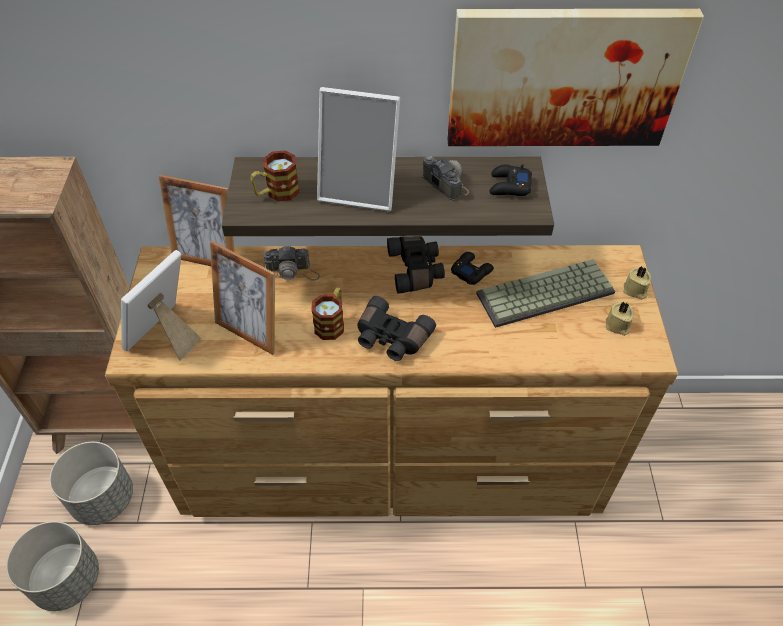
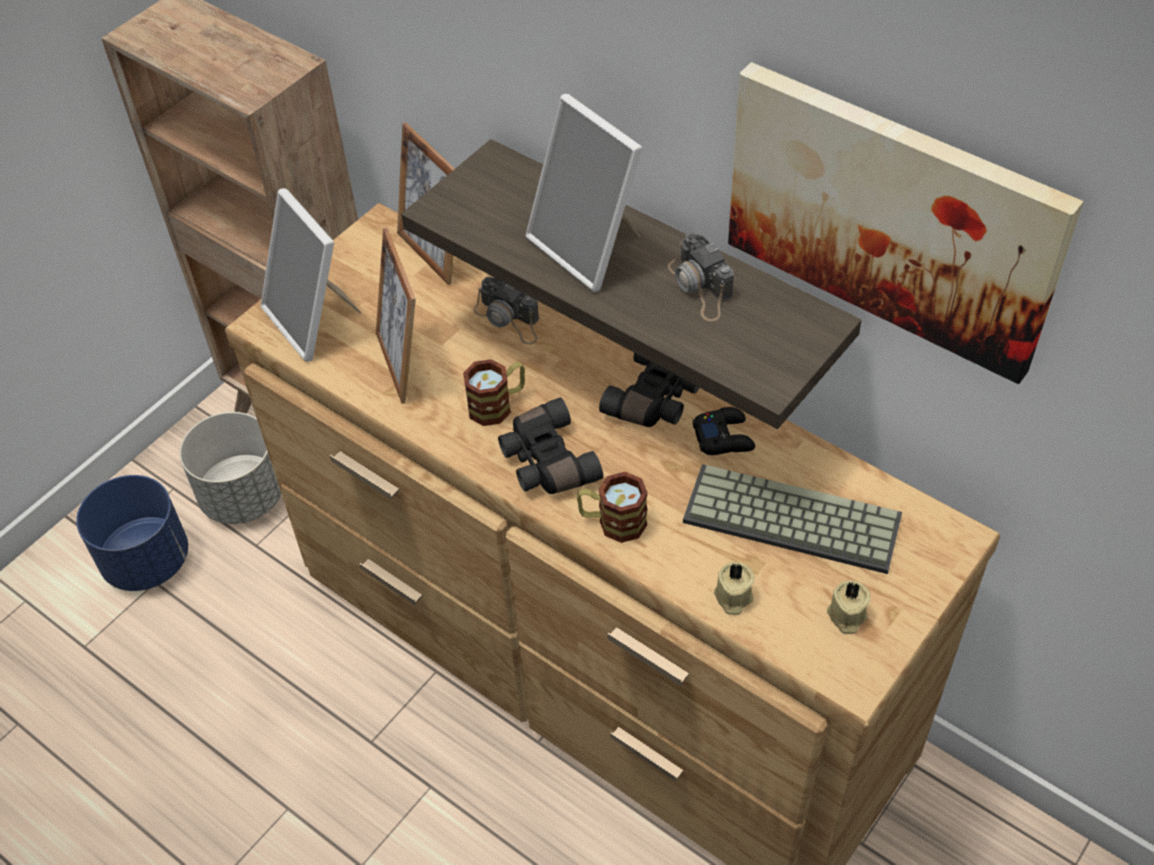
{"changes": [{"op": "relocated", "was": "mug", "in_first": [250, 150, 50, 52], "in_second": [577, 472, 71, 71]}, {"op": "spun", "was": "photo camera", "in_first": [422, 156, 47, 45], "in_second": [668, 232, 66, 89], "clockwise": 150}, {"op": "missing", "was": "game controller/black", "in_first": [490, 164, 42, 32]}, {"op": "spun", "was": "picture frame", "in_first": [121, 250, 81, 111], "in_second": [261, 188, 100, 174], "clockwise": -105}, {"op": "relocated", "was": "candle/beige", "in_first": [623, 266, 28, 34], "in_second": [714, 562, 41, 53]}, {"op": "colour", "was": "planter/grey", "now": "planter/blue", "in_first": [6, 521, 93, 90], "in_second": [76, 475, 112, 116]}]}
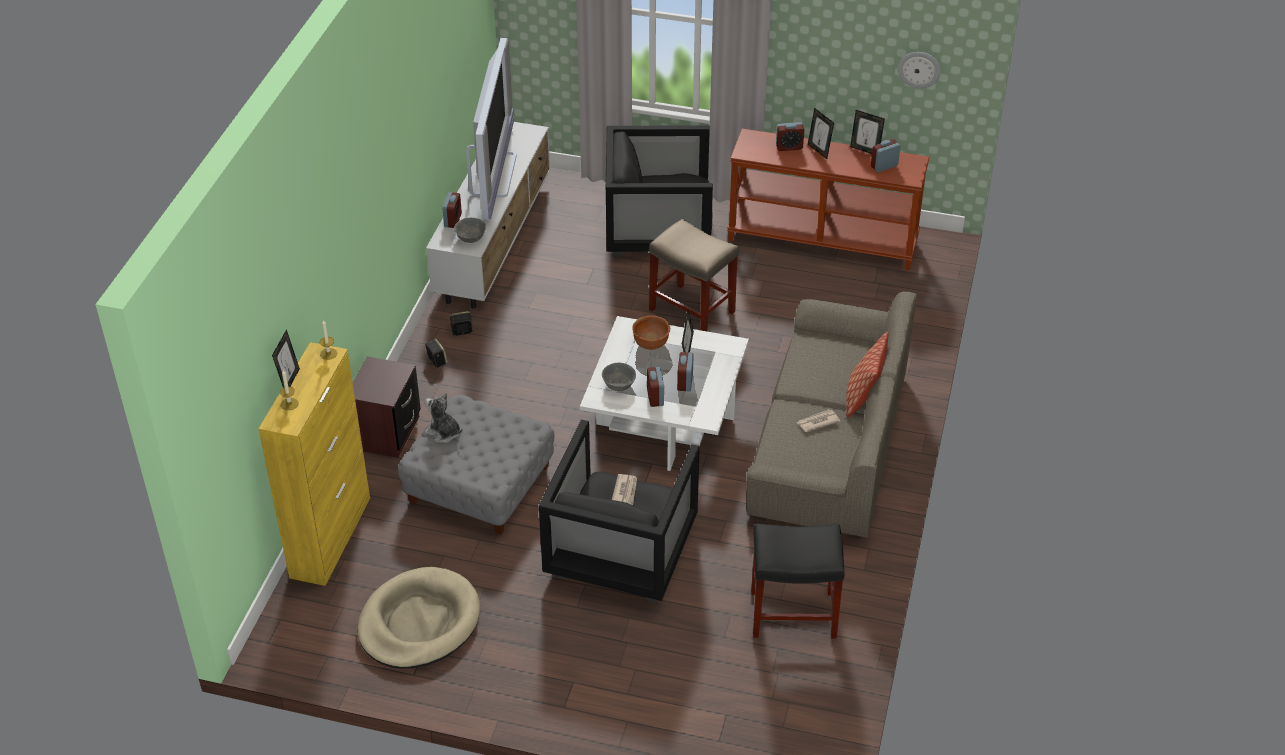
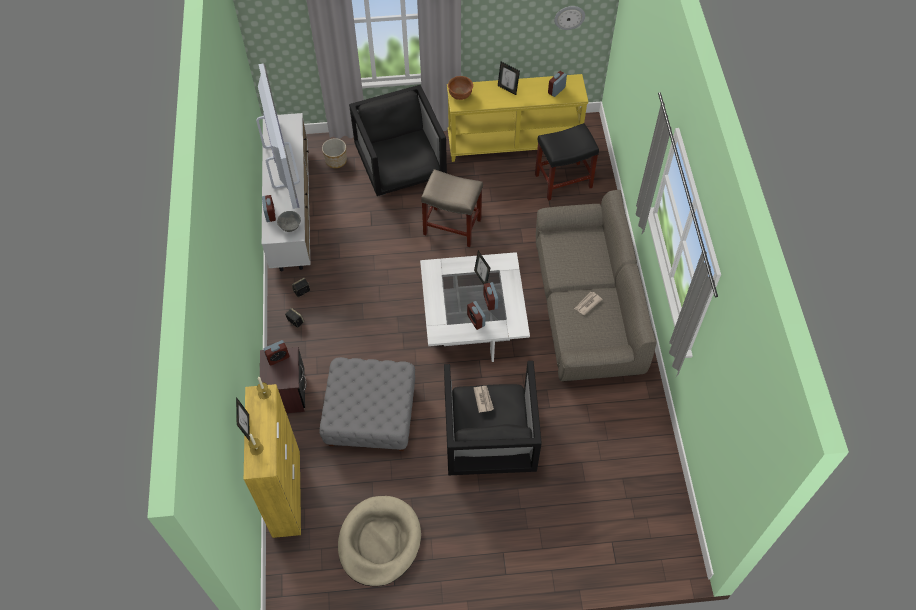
{"changes": [{"op": "missing", "was": "picture frame", "in_first": [850, 110, 35, 44]}, {"op": "relocated", "was": "alarm clock", "in_first": [776, 122, 28, 29], "in_second": [263, 340, 27, 25]}, {"op": "spun", "was": "armchair/black", "in_first": [606, 125, 107, 132], "in_second": [349, 85, 98, 111], "clockwise": 90}, {"op": "colour", "was": "console table/brown", "now": "console table/yellow", "in_first": [727, 128, 202, 143], "in_second": [447, 74, 141, 88]}, {"op": "relocated", "was": "bowl/brown", "in_first": [632, 315, 38, 35], "in_second": [448, 76, 25, 24]}, {"op": "missing", "was": "pillow", "in_first": [846, 332, 43, 85]}, {"op": "missing", "was": "bowl/grey", "in_first": [602, 363, 34, 28]}, {"op": "missing", "was": "plush toy", "in_first": [425, 393, 38, 50]}, {"op": "relocated", "was": "stool/black", "in_first": [751, 523, 93, 116], "in_second": [535, 123, 64, 78]}, {"op": "appeared", "now": "planter", "in_second": [322, 138, 25, 30]}]}
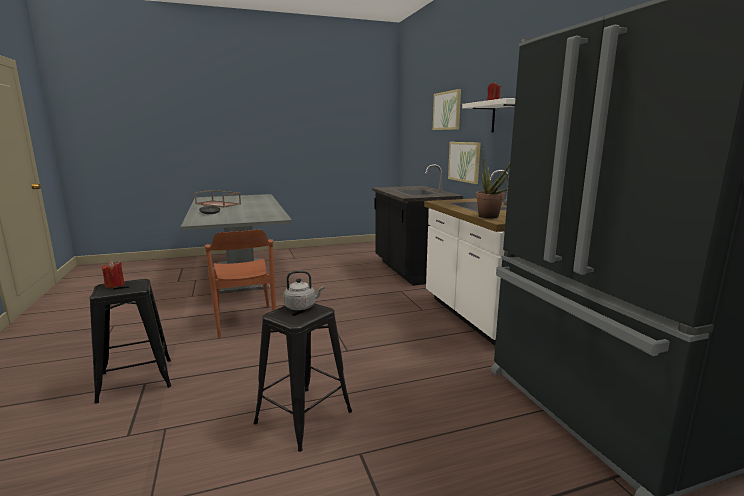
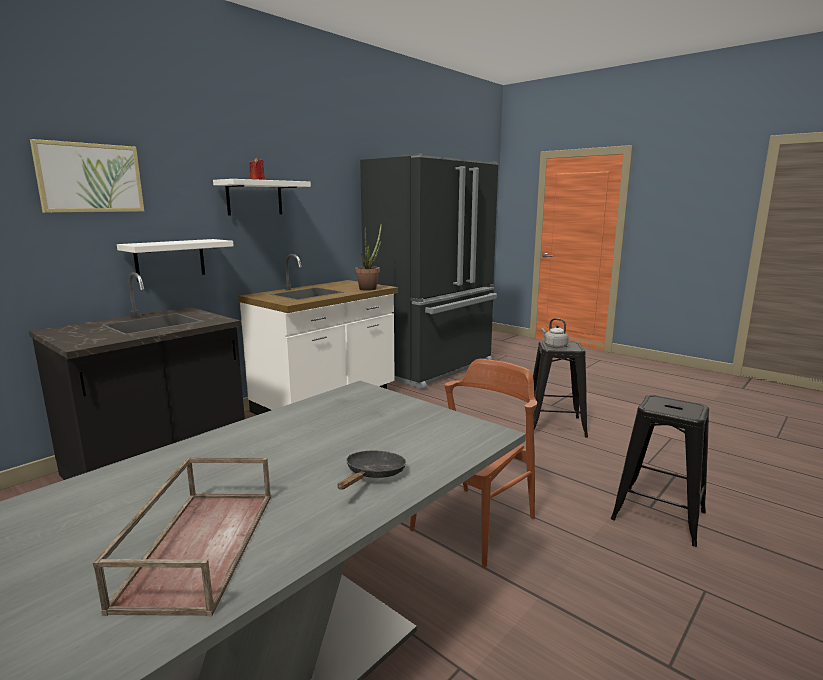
{"changes": [{"op": "exchanged", "was": "picture", "now": "shelf/white", "in_first": [448, 142, 32, 42], "in_second": [117, 239, 117, 43]}, {"op": "missing", "was": "candle/red", "in_first": [102, 261, 23, 27]}]}
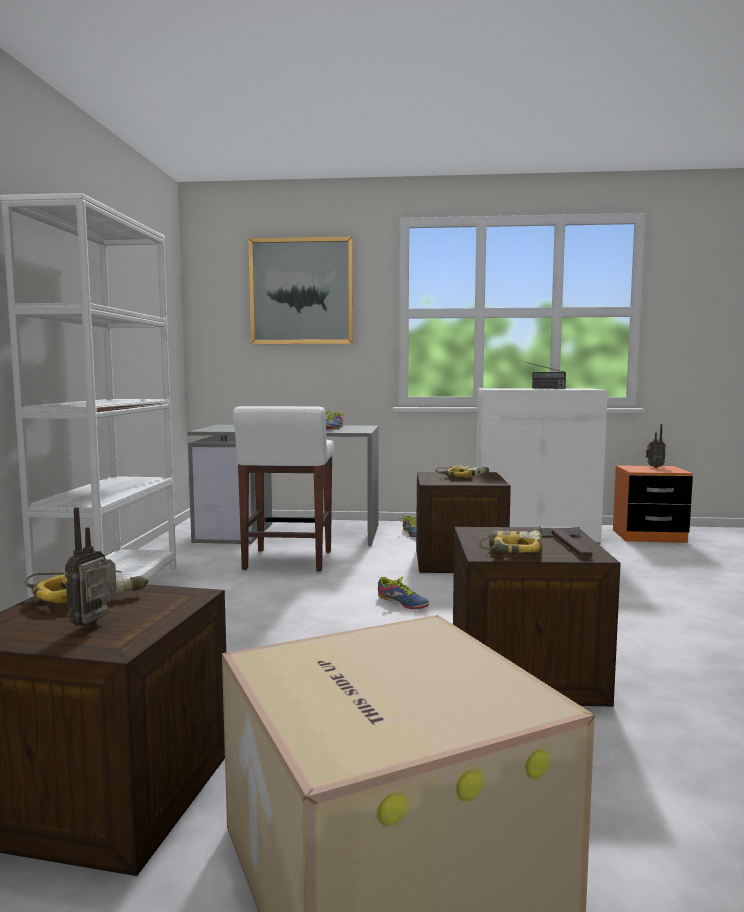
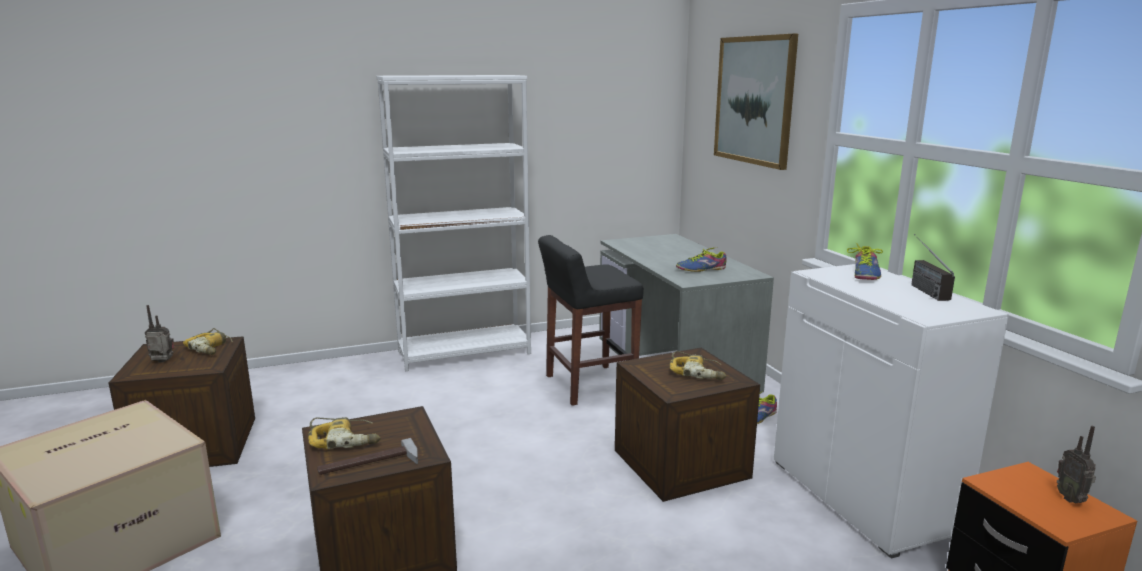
{"changes": [{"op": "colour", "was": "stool/white", "now": "stool/black", "in_first": [233, 406, 101, 165], "in_second": [538, 235, 106, 170]}, {"op": "relocated", "was": "shoe", "in_first": [378, 577, 51, 32], "in_second": [847, 242, 36, 38]}]}
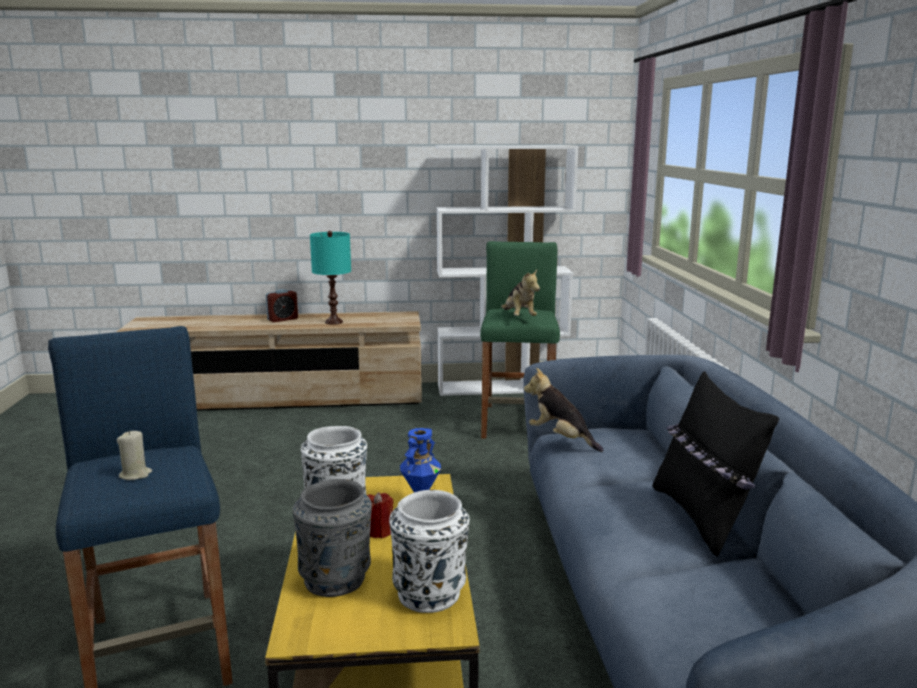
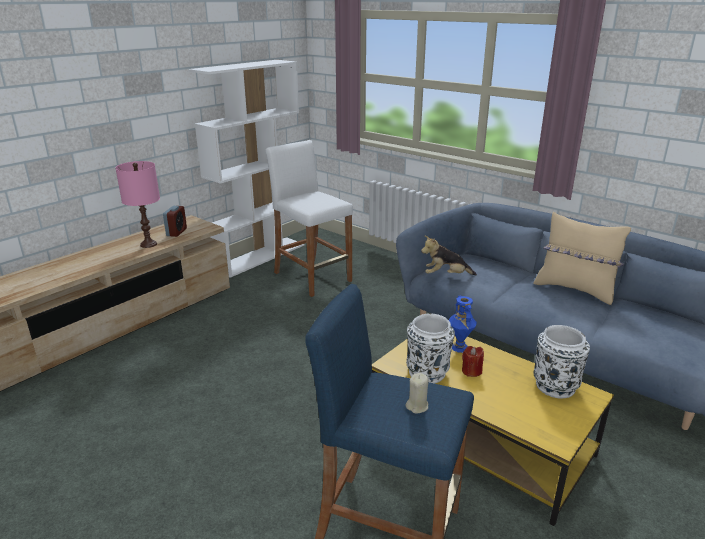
{"changes": [{"op": "colour", "was": "table lamp/turquoise", "now": "table lamp/pink", "in_first": [310, 231, 41, 94], "in_second": [115, 161, 45, 87]}, {"op": "colour", "was": "stool/green", "now": "stool/white", "in_first": [480, 241, 80, 198], "in_second": [265, 140, 88, 157]}, {"op": "missing", "was": "plush toy", "in_first": [501, 269, 39, 47]}, {"op": "relocated", "was": "alarm clock", "in_first": [266, 289, 32, 33], "in_second": [163, 206, 24, 31]}, {"op": "colour", "was": "pillow/black", "now": "pillow/beige", "in_first": [652, 371, 127, 185], "in_second": [533, 212, 98, 93]}, {"op": "missing", "was": "vase/grey", "in_first": [293, 479, 79, 118]}]}
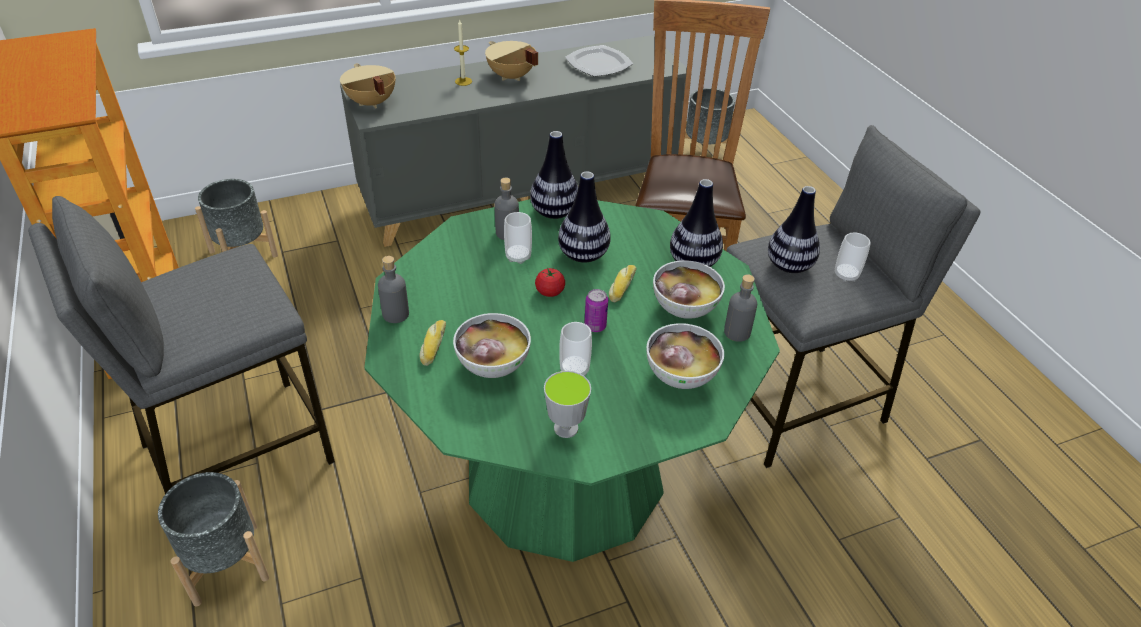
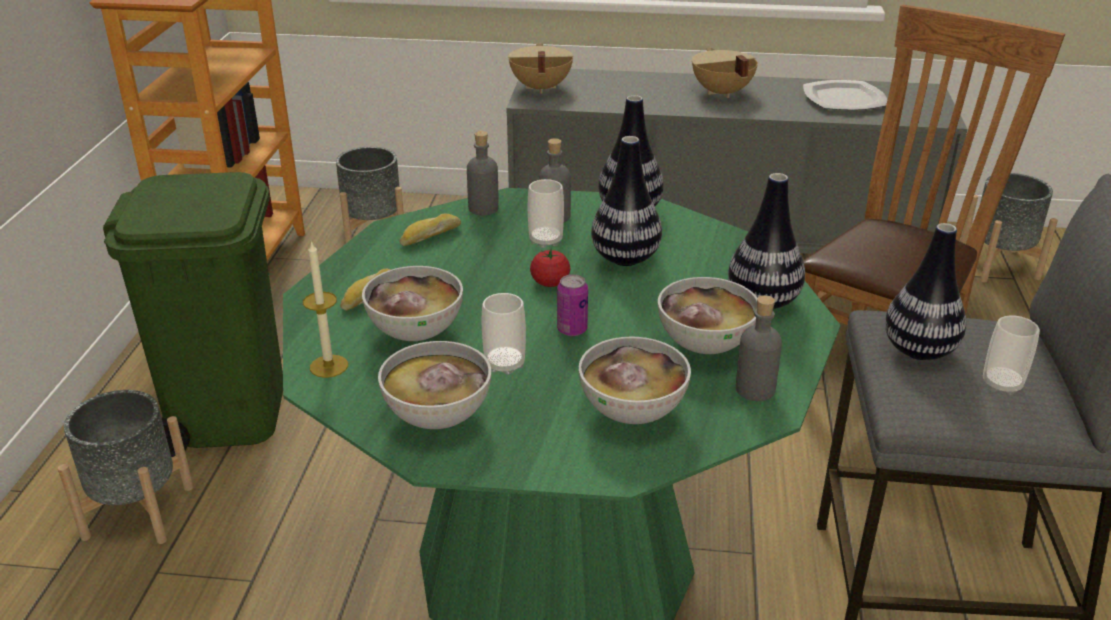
{"changes": [{"op": "relocated", "was": "candle", "in_first": [454, 20, 18, 66], "in_second": [303, 241, 45, 137]}, {"op": "exchanged", "was": "stool/grey", "now": "trash can/green", "in_first": [28, 196, 307, 298], "in_second": [103, 172, 180, 285]}, {"op": "relocated", "was": "bottle/grey", "in_first": [378, 256, 31, 67], "in_second": [467, 131, 32, 84]}, {"op": "relocated", "was": "bread", "in_first": [609, 265, 28, 37], "in_second": [399, 213, 62, 33]}, {"op": "exchanged", "was": "cup", "now": "bowl", "in_first": [544, 371, 47, 67], "in_second": [378, 341, 113, 88]}]}
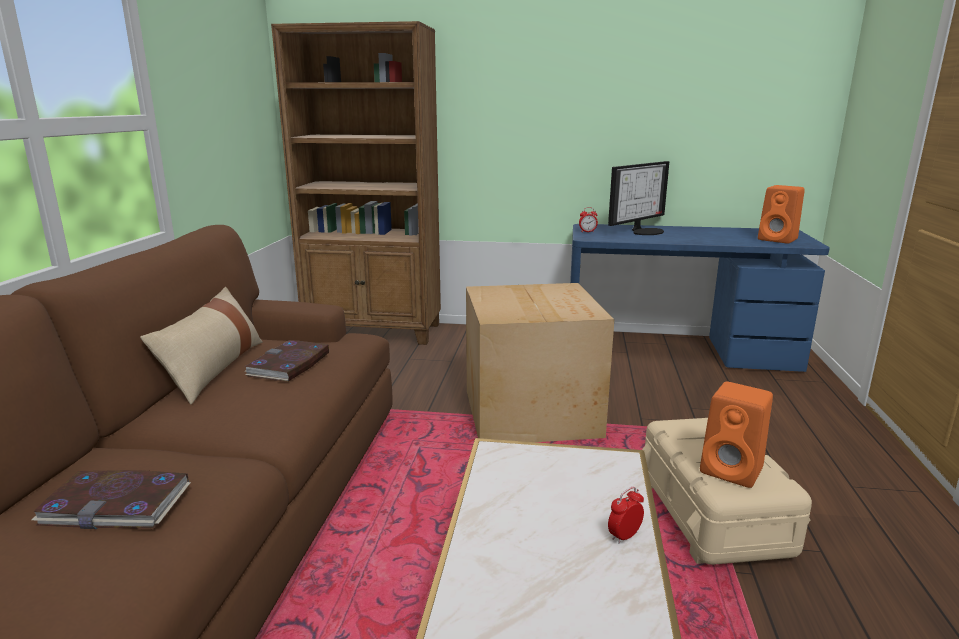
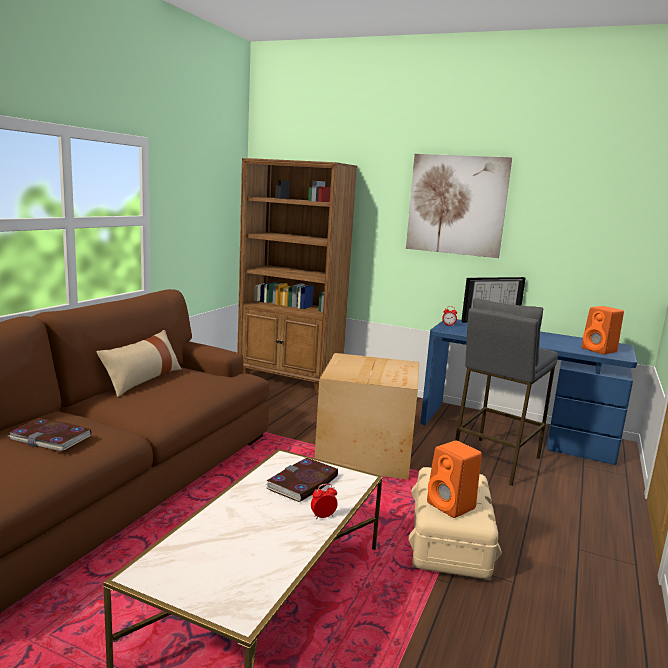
{"changes": [{"op": "relocated", "was": "book", "in_first": [244, 340, 85, 42], "in_second": [266, 458, 72, 44]}, {"op": "appeared", "now": "picture", "in_second": [406, 154, 106, 104]}, {"op": "appeared", "now": "stool/grey", "in_second": [455, 298, 103, 188]}]}
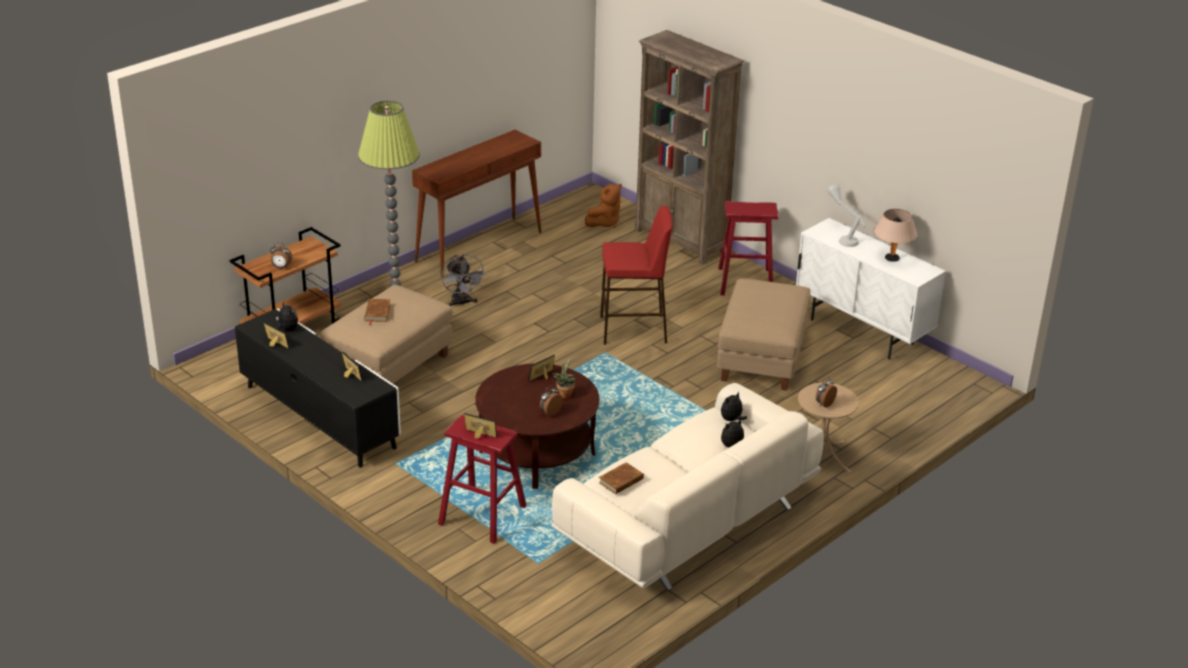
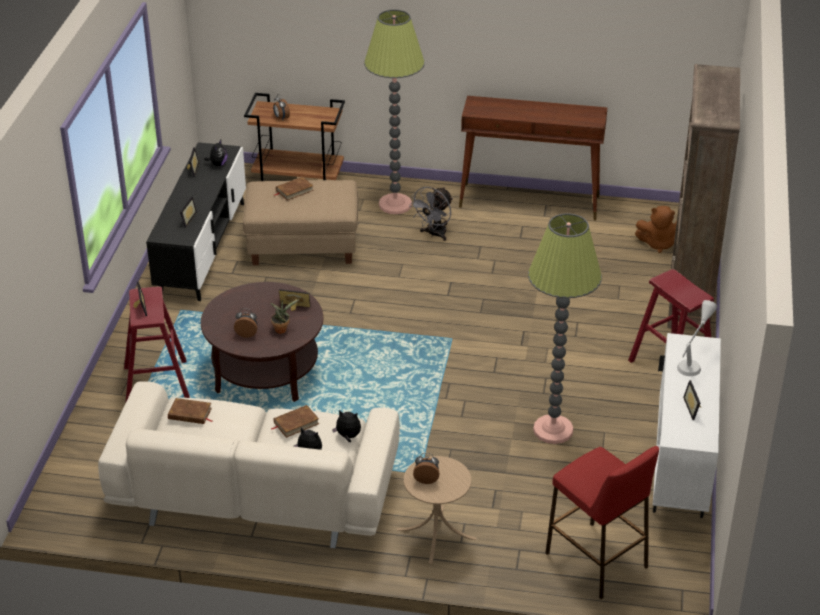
{"changes": [{"op": "relocated", "was": "stool/red", "in_first": [600, 206, 73, 139], "in_second": [545, 446, 114, 153]}, {"op": "exchanged", "was": "table lamp/beige", "now": "picture frame", "in_first": [874, 209, 44, 53], "in_second": [683, 380, 18, 40]}, {"op": "exchanged", "was": "ottoman/beige", "now": "floor lamp", "in_first": [717, 278, 94, 113], "in_second": [528, 213, 74, 231]}, {"op": "appeared", "now": "book/brown", "in_second": [271, 405, 48, 33]}]}
